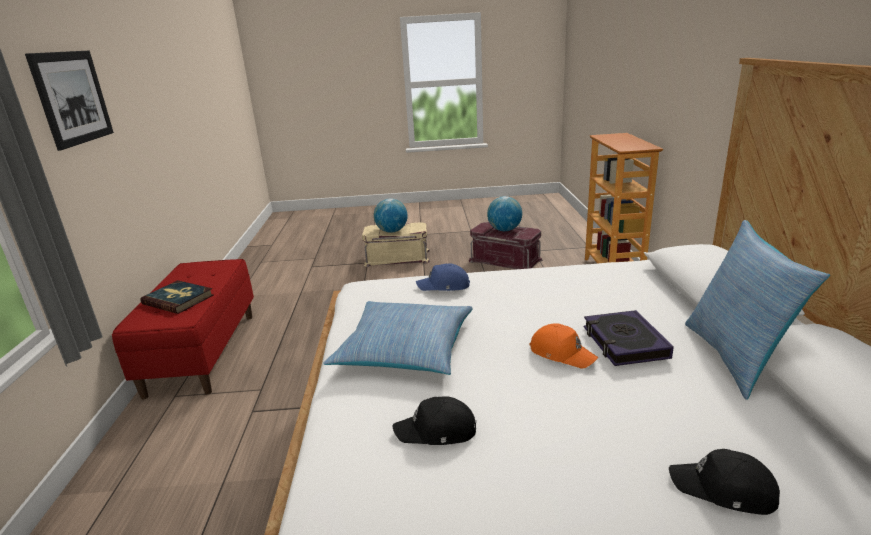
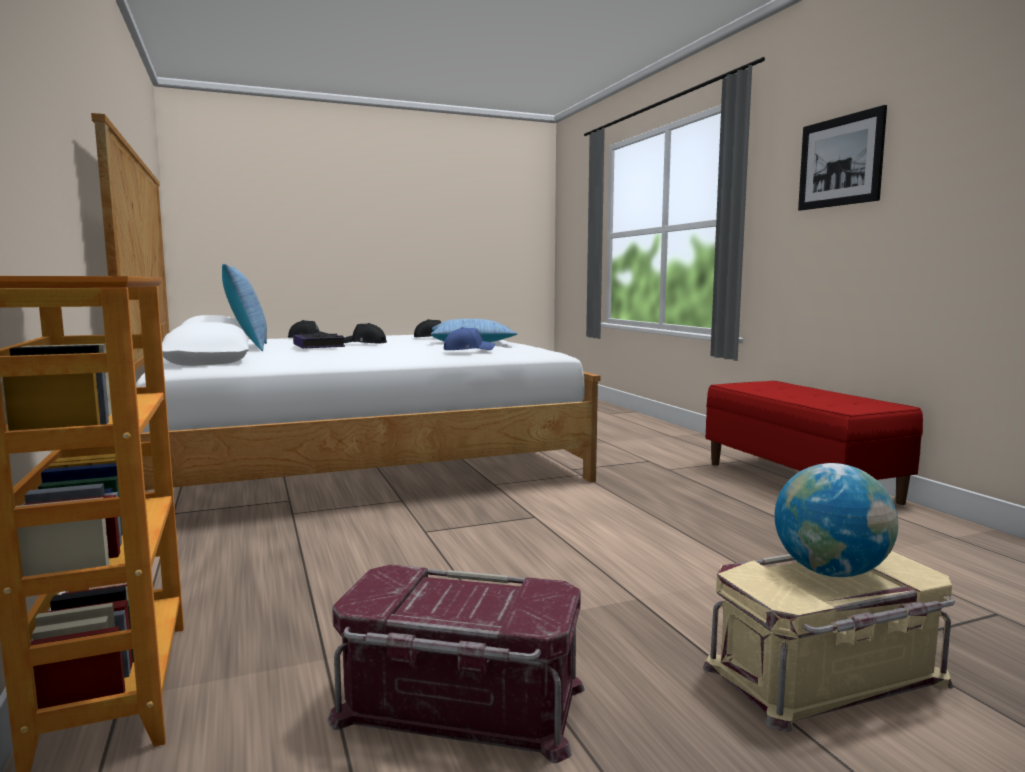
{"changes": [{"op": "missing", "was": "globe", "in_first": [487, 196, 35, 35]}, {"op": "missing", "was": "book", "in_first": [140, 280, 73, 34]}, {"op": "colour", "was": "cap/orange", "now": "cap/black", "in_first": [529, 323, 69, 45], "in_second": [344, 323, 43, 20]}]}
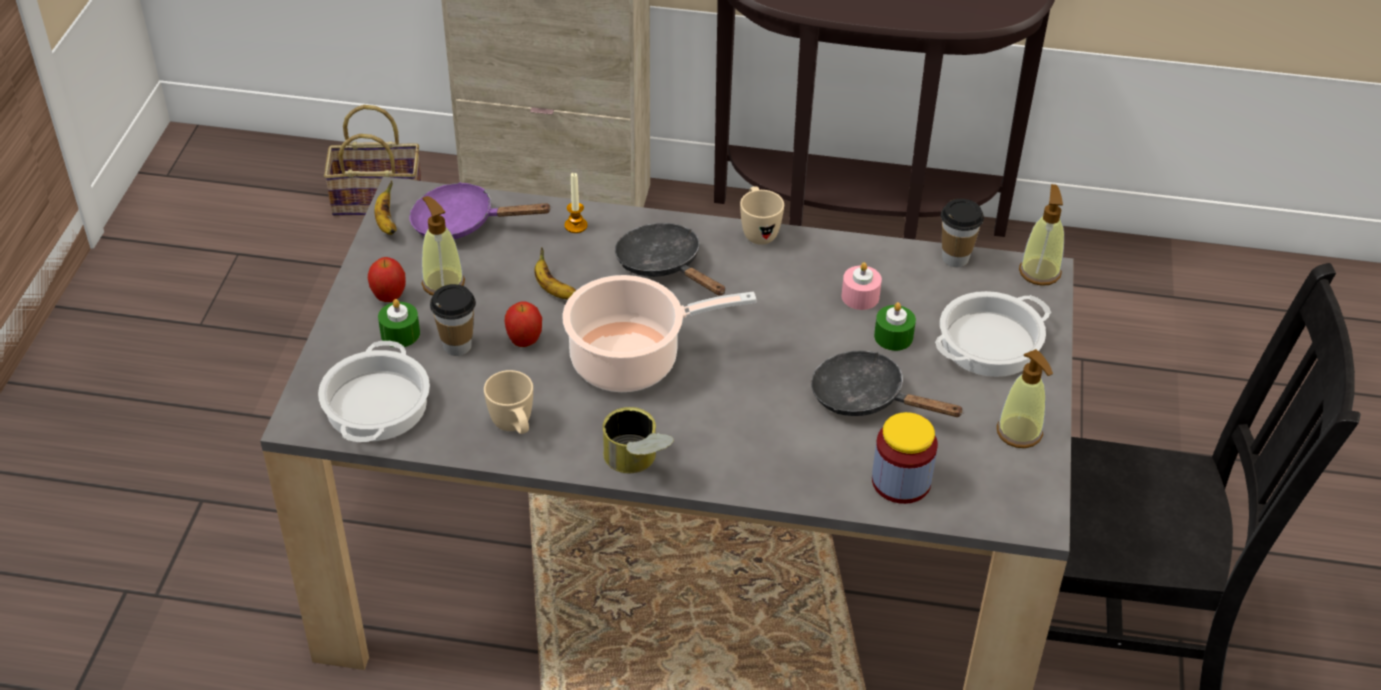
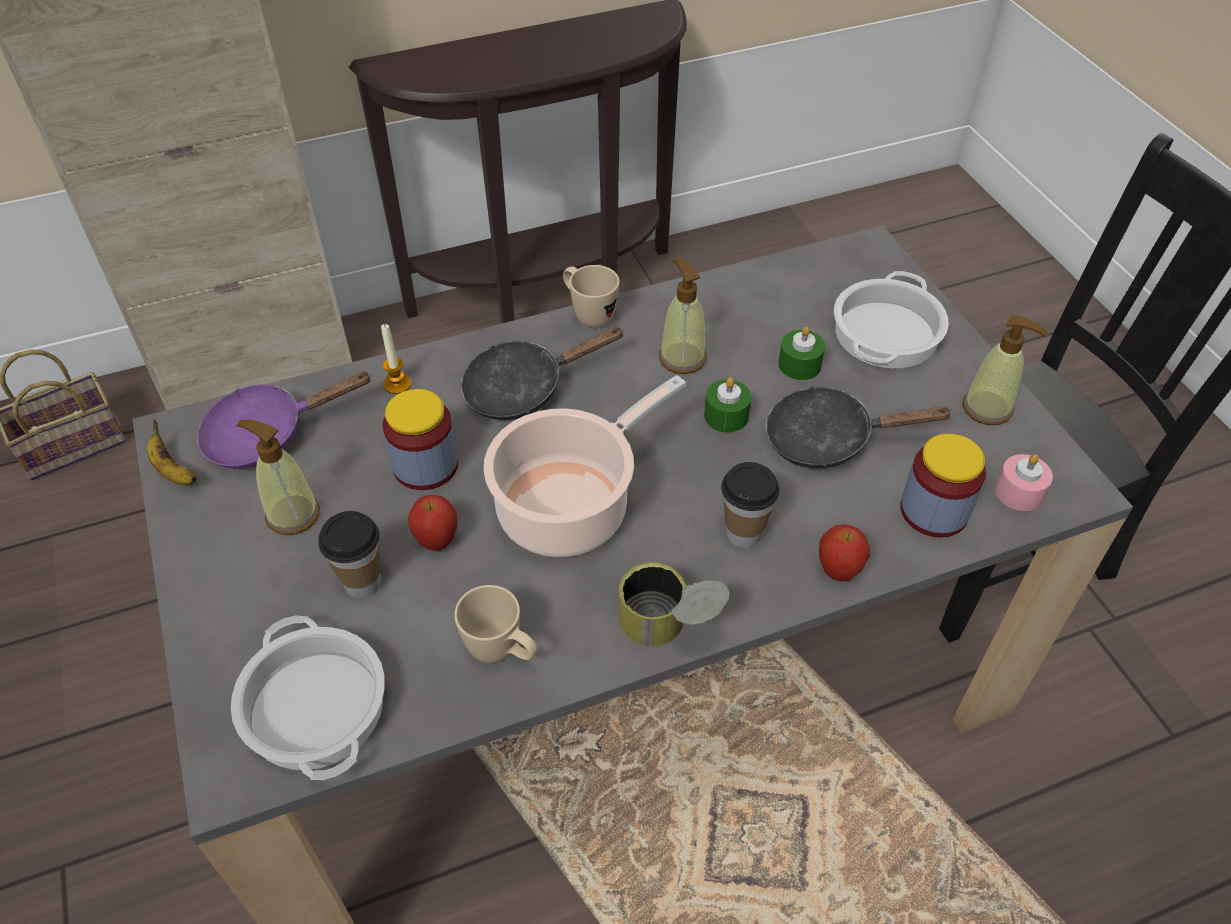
{"changes": [{"op": "relocated", "was": "soap dispenser", "in_first": [1019, 184, 45, 102], "in_second": [659, 258, 48, 116]}, {"op": "relocated", "was": "cup", "in_first": [941, 199, 43, 68], "in_second": [721, 462, 58, 86]}, {"op": "spun", "was": "frying pan/black", "in_first": [615, 223, 111, 73], "in_second": [460, 327, 164, 93], "clockwise": -45}, {"op": "exchanged", "was": "banana", "now": "jar", "in_first": [534, 247, 42, 52], "in_second": [383, 389, 75, 101]}, {"op": "relocated", "was": "apple", "in_first": [368, 257, 38, 45], "in_second": [819, 525, 51, 56]}, {"op": "relocated", "was": "candle/pink", "in_first": [841, 262, 41, 48], "in_second": [995, 454, 58, 57]}, {"op": "relocated", "was": "candle/green", "in_first": [378, 299, 42, 49], "in_second": [704, 377, 47, 56]}]}
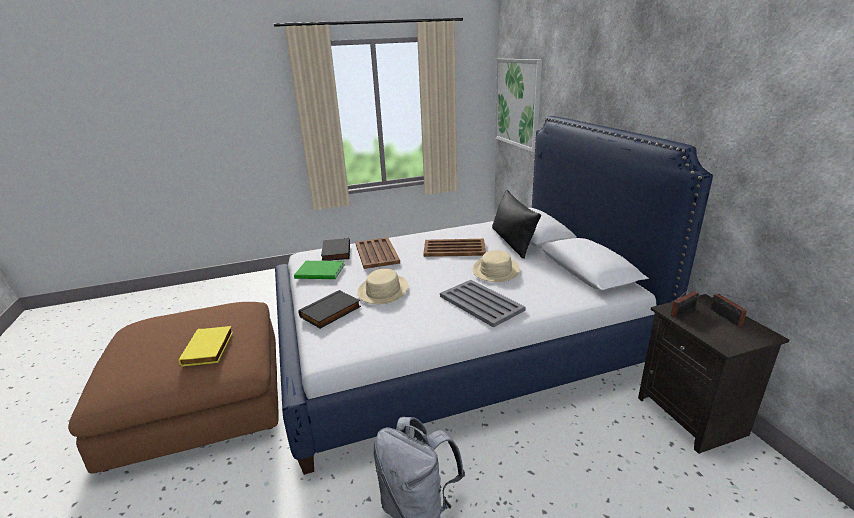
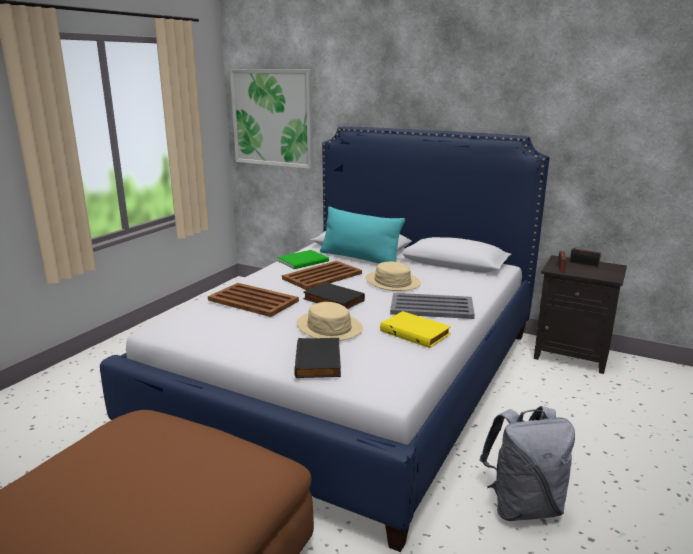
{"changes": [{"op": "colour", "was": "pillow/black", "now": "pillow/turquoise", "in_first": [492, 190, 49, 69], "in_second": [320, 207, 85, 57]}, {"op": "relocated", "was": "book/black", "in_first": [321, 238, 29, 23], "in_second": [303, 282, 62, 27]}, {"op": "relocated", "was": "book/green", "in_first": [294, 261, 50, 18], "in_second": [277, 250, 52, 19]}, {"op": "relocated", "was": "book/yellow", "in_first": [179, 326, 54, 41], "in_second": [380, 311, 71, 37]}]}
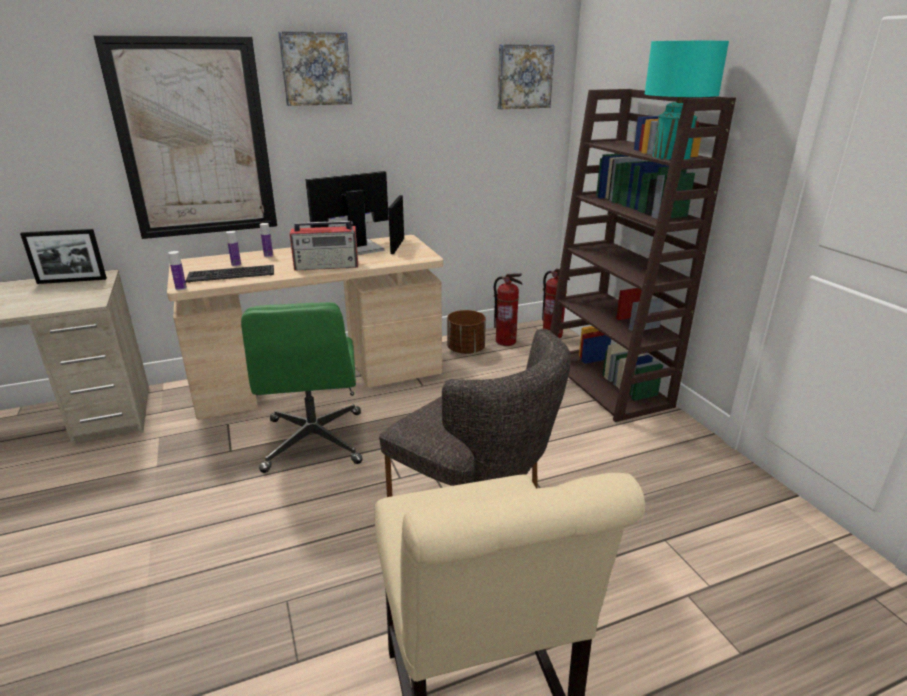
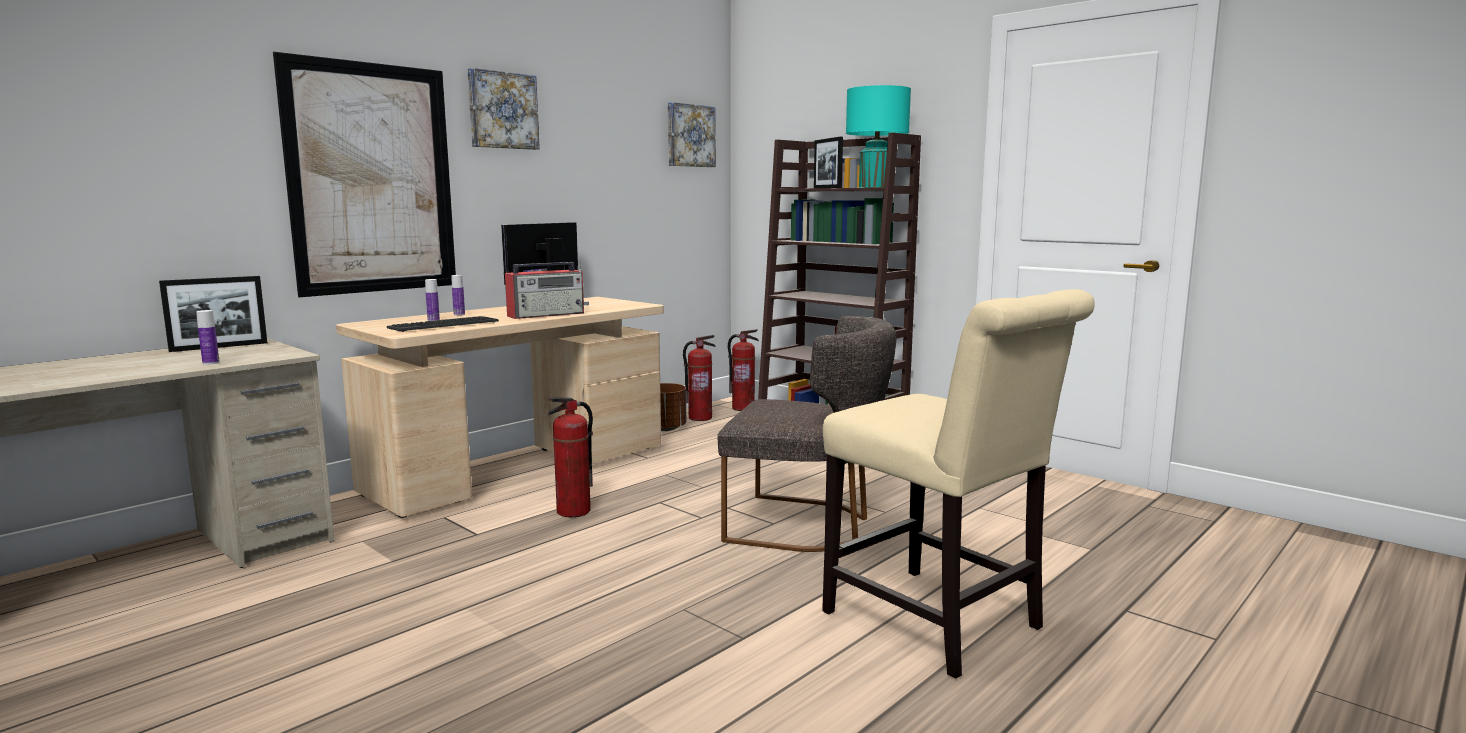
{"changes": [{"op": "relocated", "was": "picture frame", "in_first": [388, 195, 16, 59], "in_second": [814, 137, 29, 51]}, {"op": "relocated", "was": "bottle", "in_first": [168, 251, 19, 39], "in_second": [196, 310, 23, 55]}, {"op": "exchanged", "was": "office chair/green", "now": "fire extinguisher", "in_first": [241, 302, 122, 171], "in_second": [548, 397, 45, 120]}]}
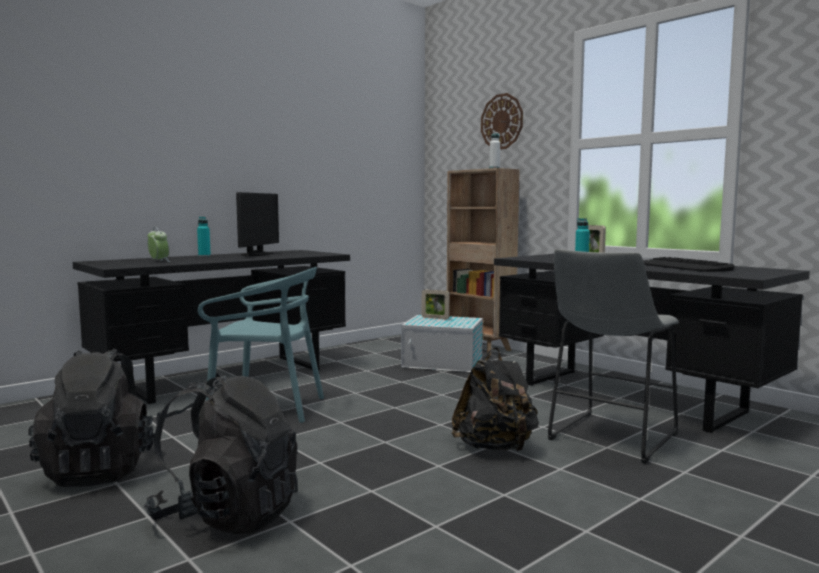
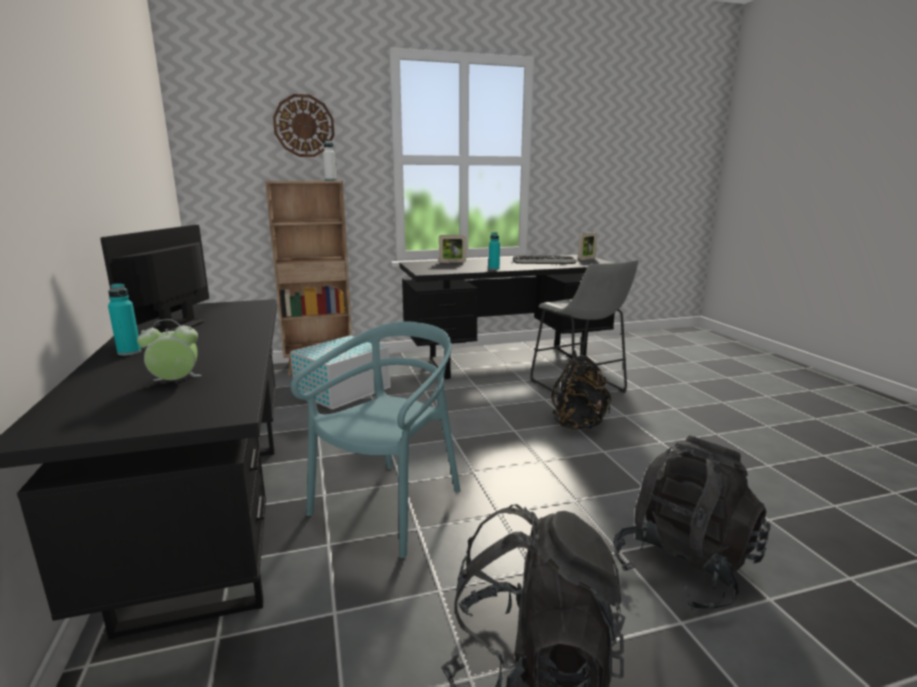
{"changes": [{"op": "spun", "was": "monitor", "in_first": [236, 192, 43, 64], "in_second": [100, 225, 109, 108], "clockwise": -120}, {"op": "relocated", "was": "picture frame", "in_first": [422, 289, 27, 30], "in_second": [578, 232, 20, 28]}]}
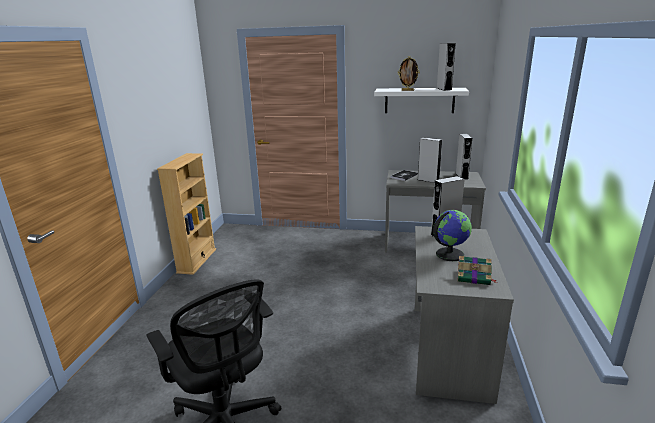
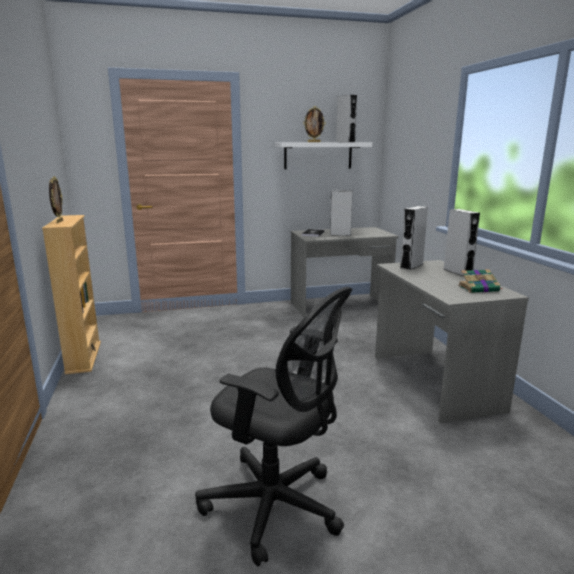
{"changes": [{"op": "relocated", "was": "speaker/grey", "in_first": [456, 134, 16, 46], "in_second": [443, 209, 37, 68]}, {"op": "missing", "was": "globe", "in_first": [433, 210, 39, 51]}, {"op": "appeared", "now": "picture frame", "in_second": [49, 176, 14, 47]}]}
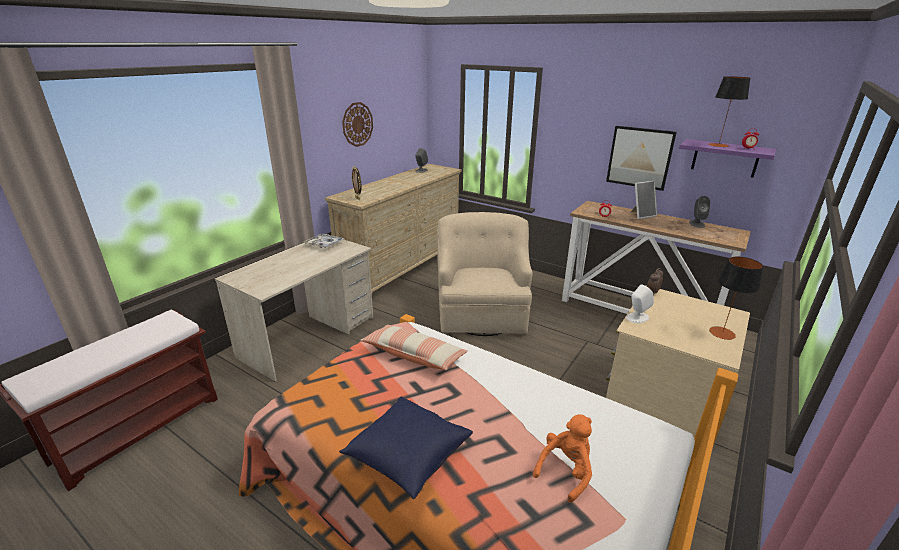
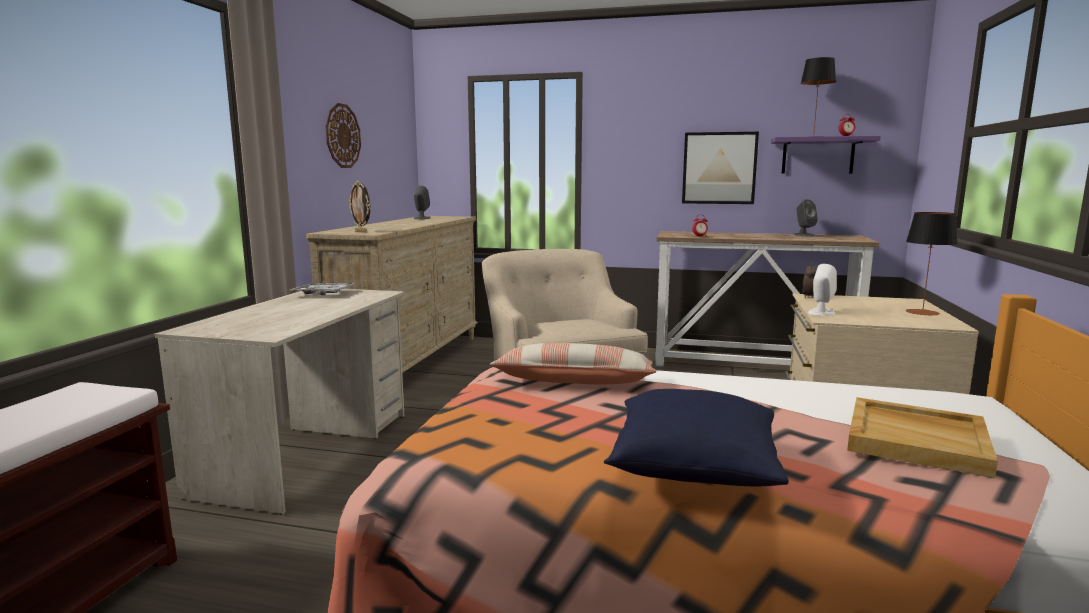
{"changes": [{"op": "missing", "was": "picture frame", "in_first": [630, 181, 27, 38]}, {"op": "exchanged", "was": "plush toy/orange", "now": "tray/beige", "in_first": [533, 414, 59, 89], "in_second": [847, 397, 151, 82]}]}
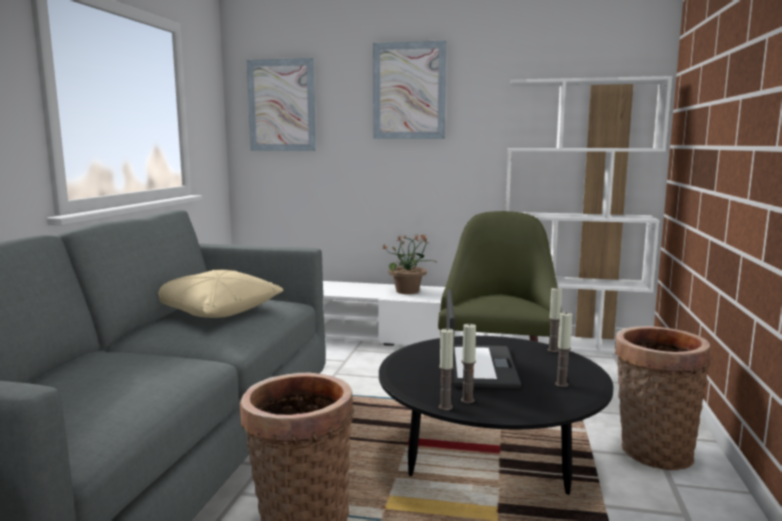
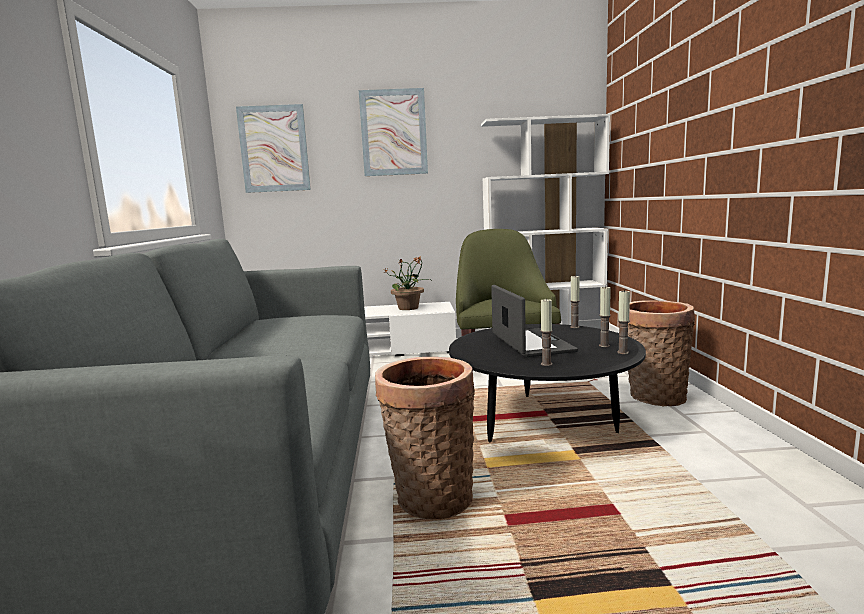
{"changes": [{"op": "missing", "was": "pillow/beige", "in_first": [158, 270, 125, 48]}, {"op": "relocated", "was": "candle", "in_first": [439, 328, 15, 82], "in_second": [617, 290, 13, 64]}]}
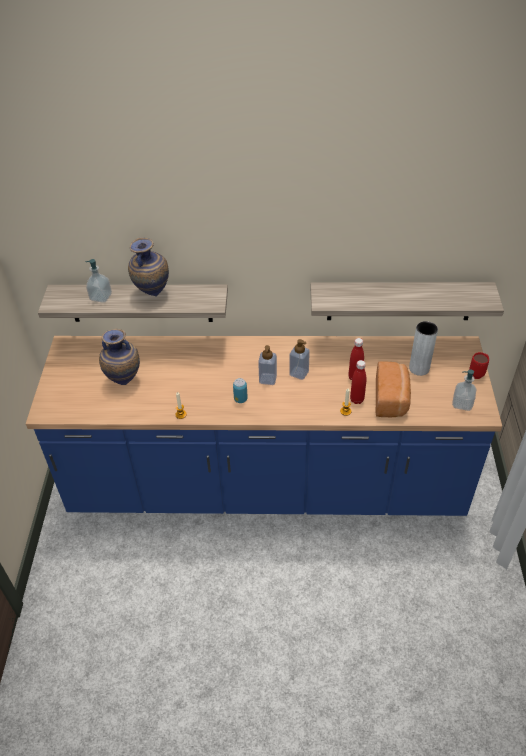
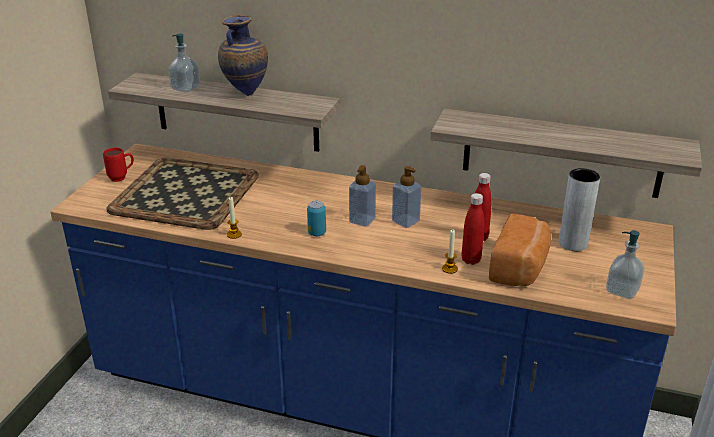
{"changes": [{"op": "exchanged", "was": "vase", "now": "tray", "in_first": [99, 329, 41, 56], "in_second": [106, 158, 153, 72]}, {"op": "relocated", "was": "mug/red", "in_first": [469, 352, 20, 27], "in_second": [103, 147, 31, 35]}]}
